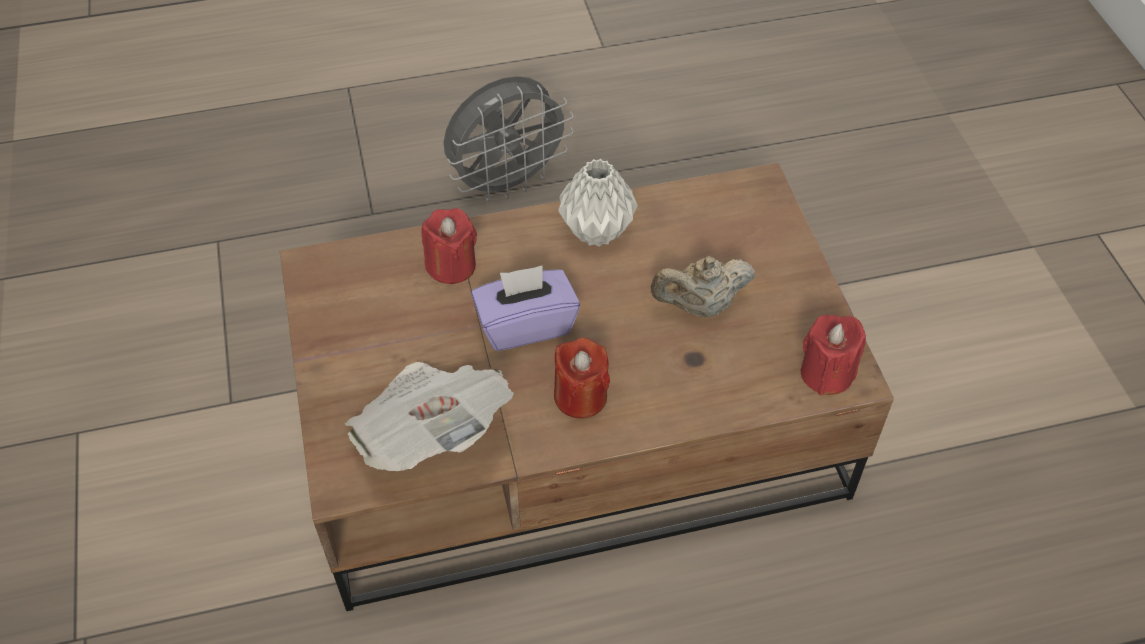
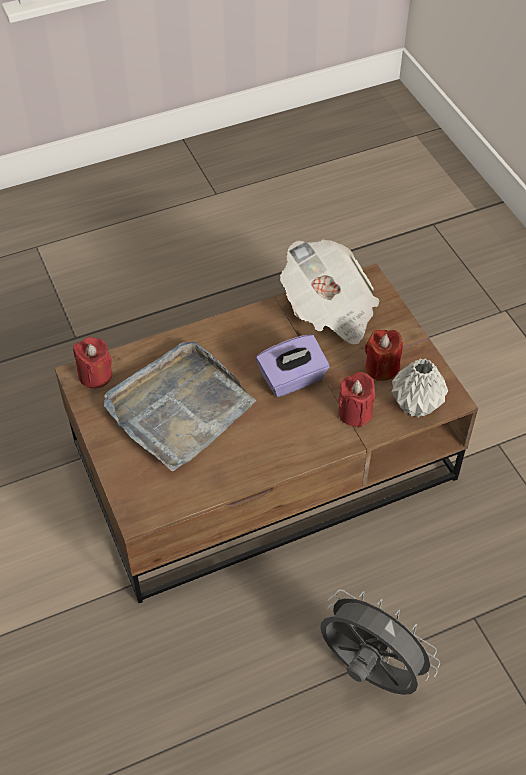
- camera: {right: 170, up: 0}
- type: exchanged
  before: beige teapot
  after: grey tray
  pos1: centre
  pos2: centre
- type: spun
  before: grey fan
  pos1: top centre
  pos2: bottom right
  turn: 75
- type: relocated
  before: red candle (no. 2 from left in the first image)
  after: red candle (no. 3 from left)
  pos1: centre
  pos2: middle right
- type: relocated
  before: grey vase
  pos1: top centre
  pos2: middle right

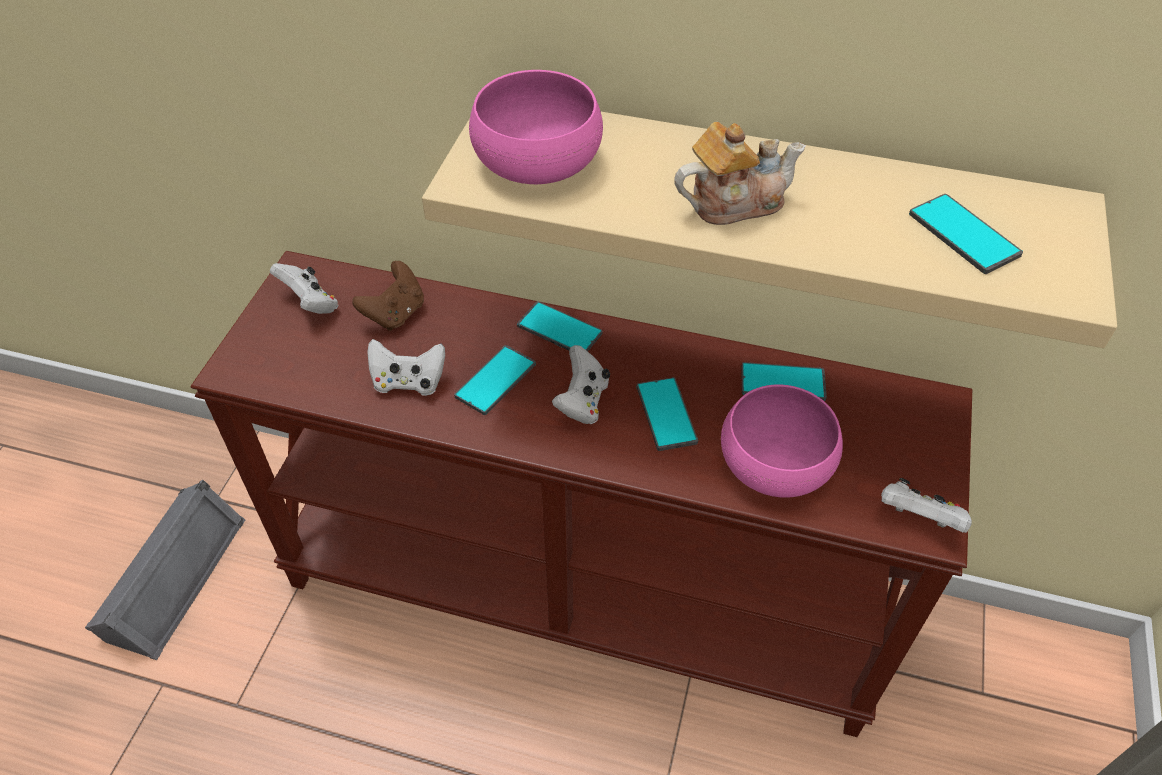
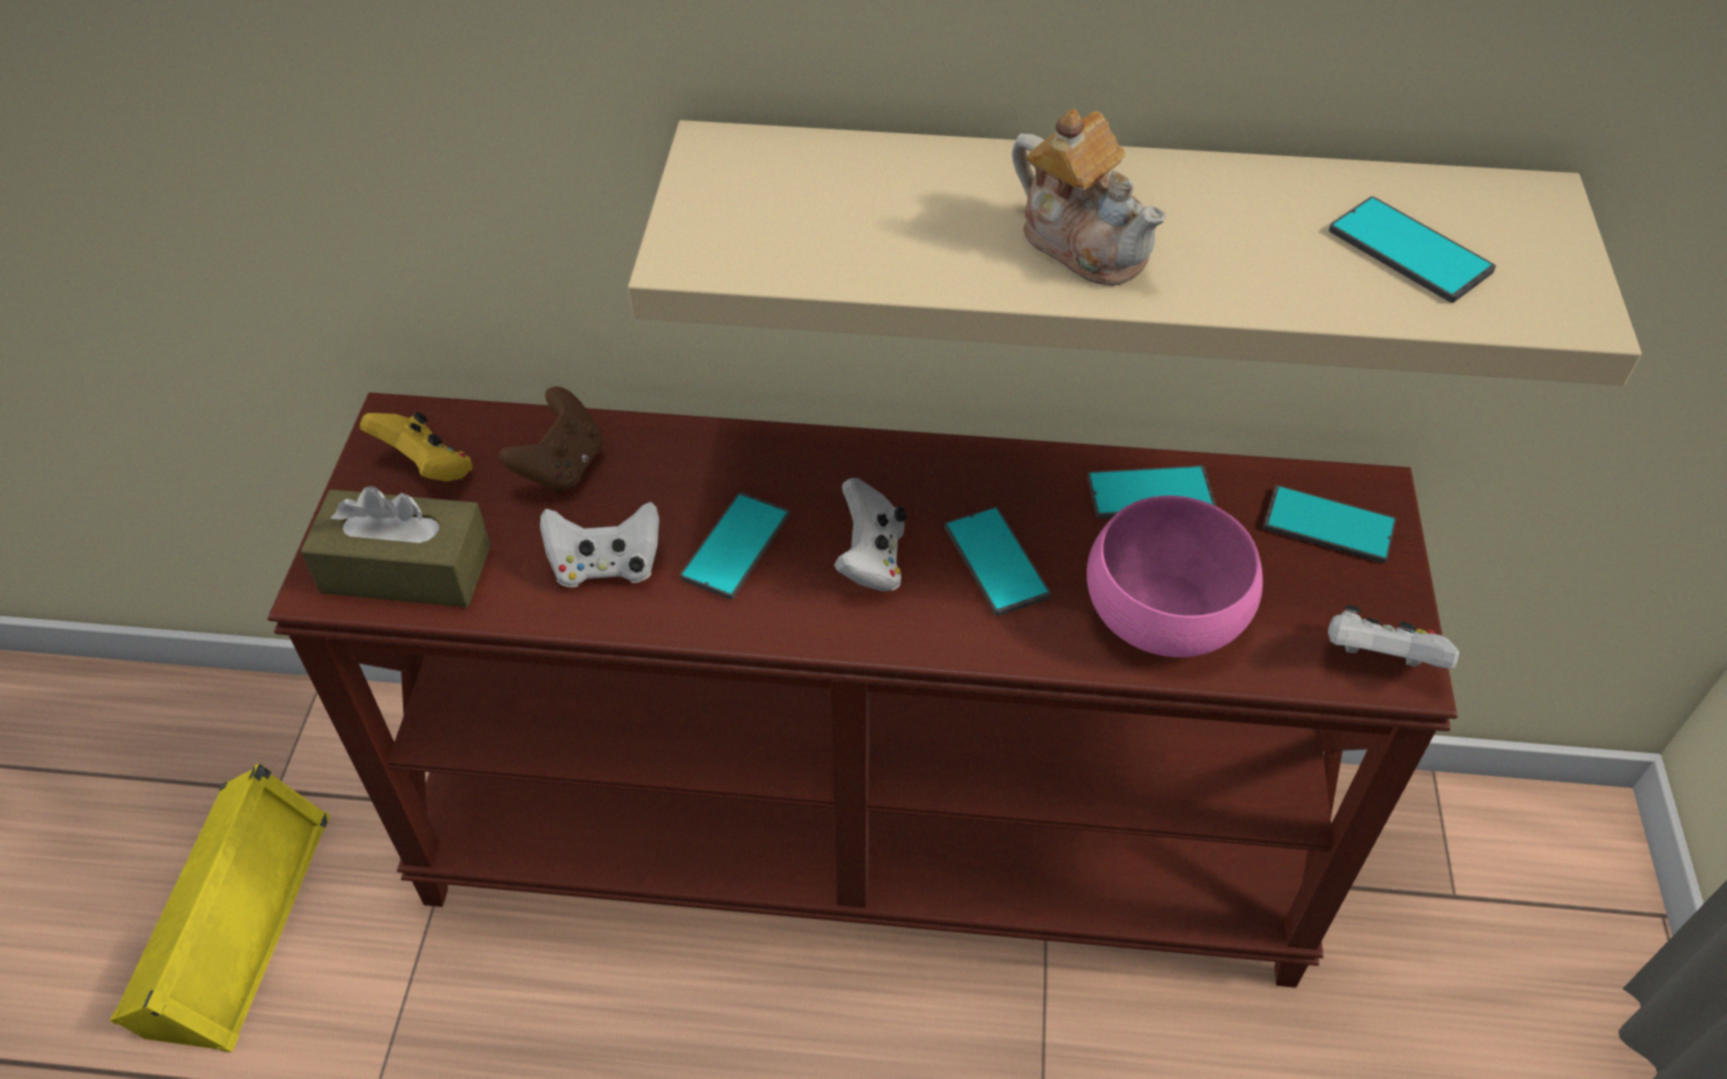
- camera: {right: -10, up: 0}
- type: colour
  before: grey speaker
  after: yellow speaker
  pos1: bottom left
  pos2: bottom left
- type: appeared
  after: brown tissue box
  pos2: middle left
- type: colour
  before: white game controller (no. 1 from left)
  after: yellow game controller
  pos1: middle left
  pos2: middle left
- type: spun
  before: teapot
  pos1: top centre
  pos2: top centre
  turn: 75
- type: relocated
  before: phone (no. 2 from left in the first image)
  after: phone (no. 4 from left)
  pos1: centre
  pos2: middle right
- type: missing
  before: pink bowl (no. 1 from left)
  pos1: top centre

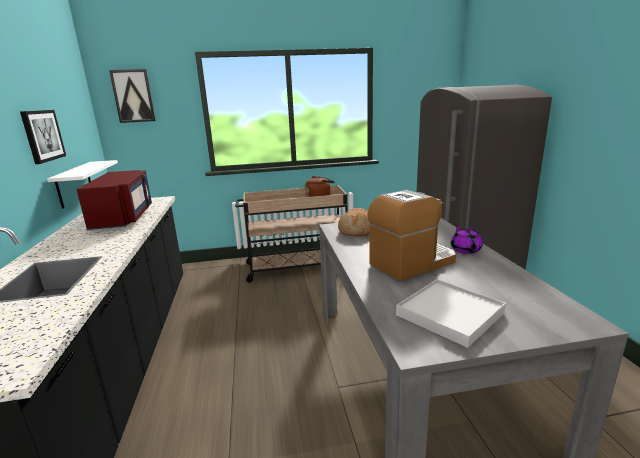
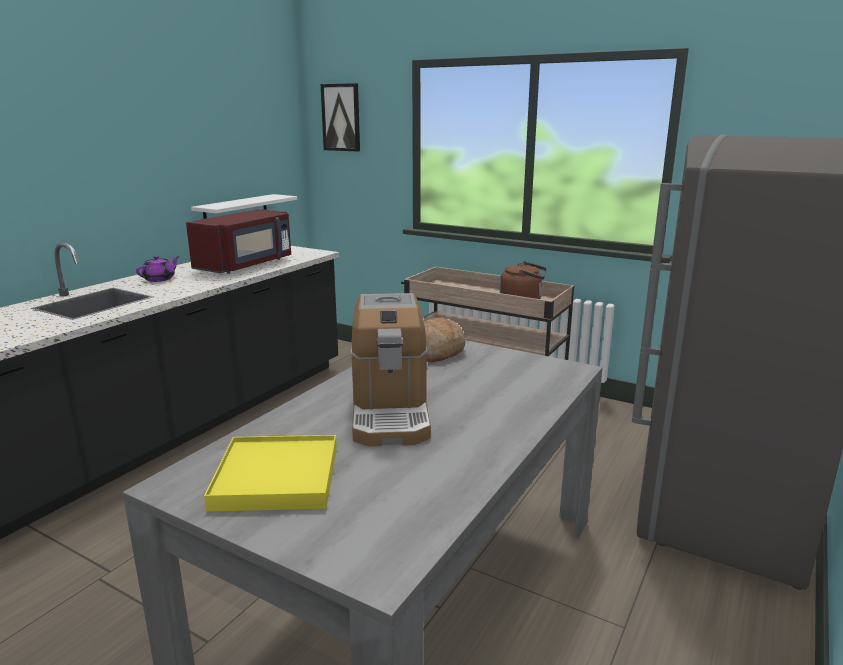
- camera: {right: 40, up: 0}
- type: relocated
  before: purple teapot
  pos1: middle right
  pos2: middle left
- type: colour
  before: white tray
  after: yellow tray
  pos1: bottom right
  pos2: bottom left
- type: spun
  before: coffee machine
  pos1: centre
  pos2: centre
  turn: 75
- type: missing
  before: picture (no. 1 from left)
  pos1: top left

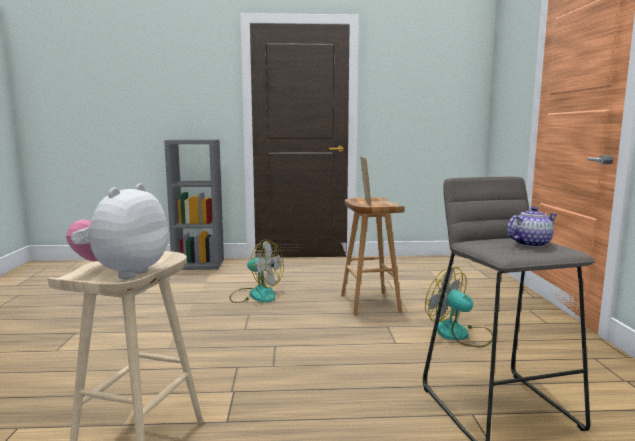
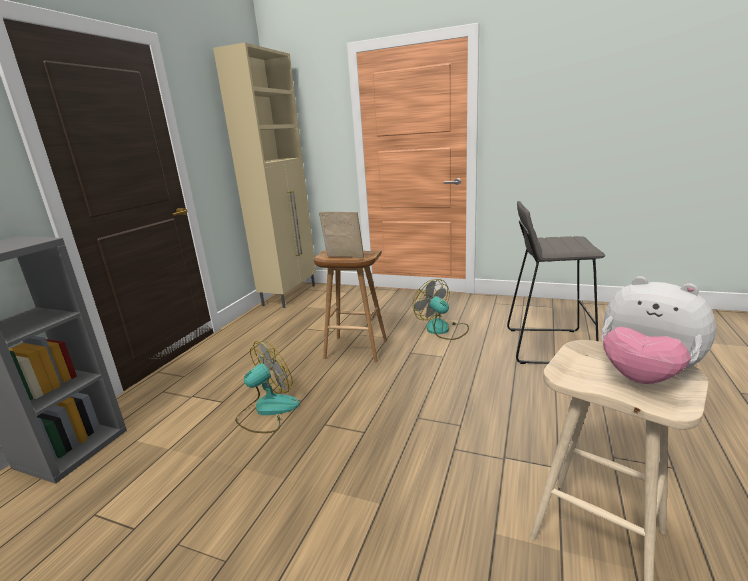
- camera: {right: -65, up: 10}
- type: appeared
  after: beige cabinet
  pos2: top centre
- type: spun
  before: fan (no. 2 from left)
  pos1: bottom right
  pos2: centre
  turn: 75
- type: missing
  before: teapot
  pos1: middle right

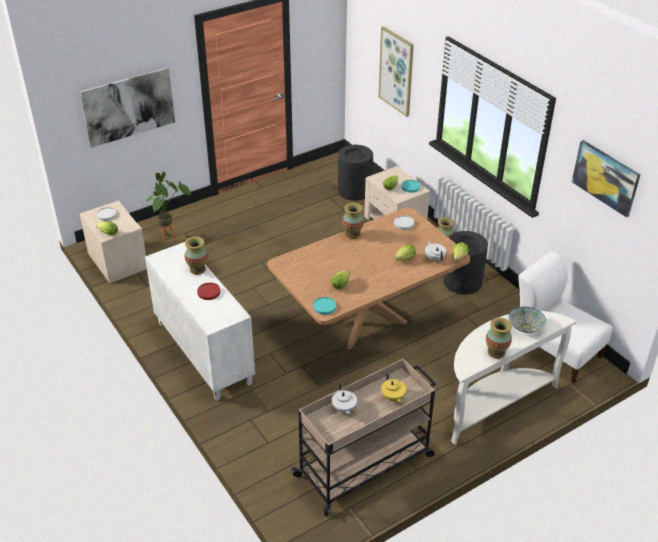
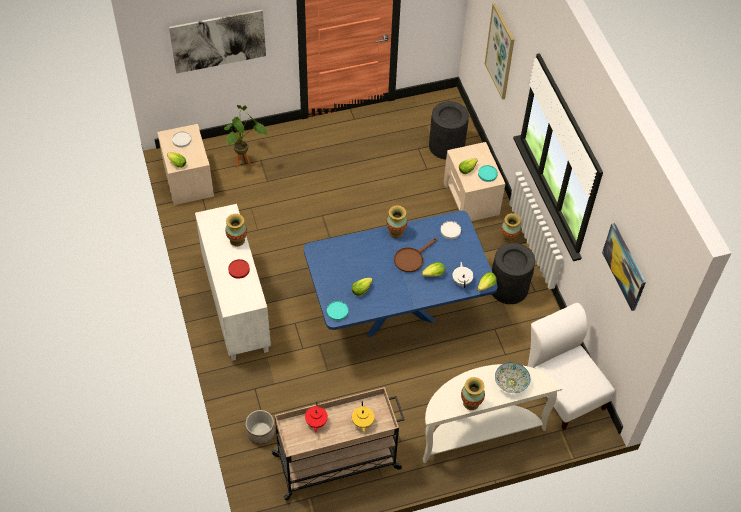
- camera: {right: 15, up: 15}
- type: appeared
  after: planter
  pos2: bottom centre
- type: colour
  before: brown dining table
  after: blue dining table
  pos1: centre
  pos2: centre
- type: colour
  before: white teapot (no. 1 from left)
  after: red teapot
  pos1: bottom centre
  pos2: bottom centre
- type: appeared
  after: brown frying pan
  pos2: centre

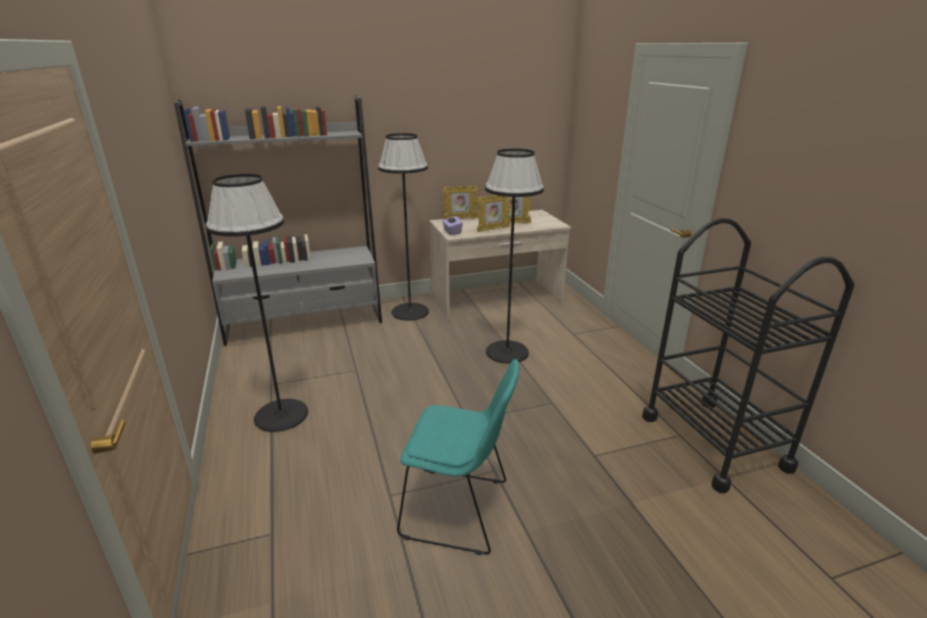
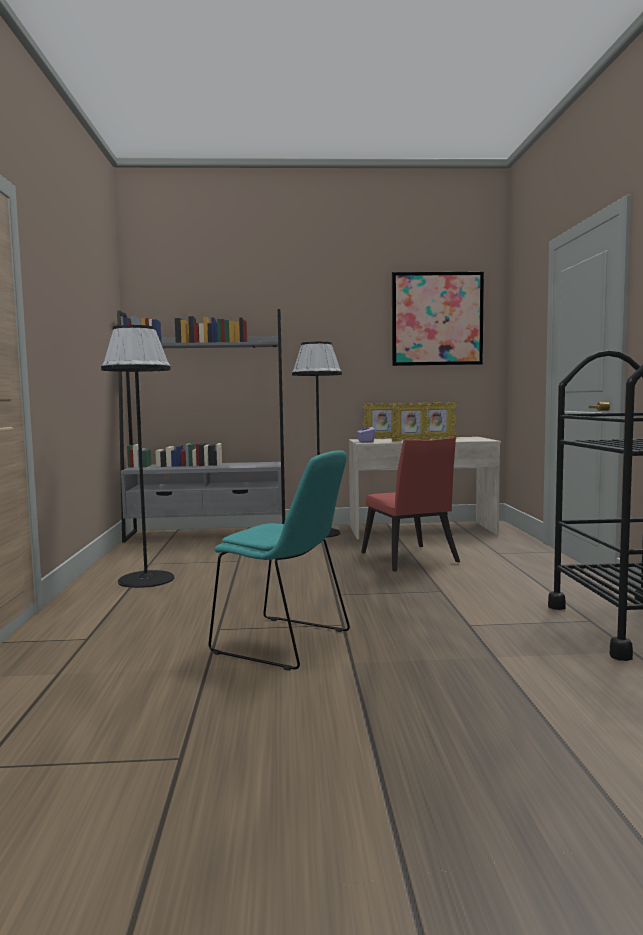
- camera: {right: 15, up: -20}
- type: exchanged
  before: black floor lamp (no. 3 from left)
  after: red chair
  pos1: centre
  pos2: centre
- type: appeared
  after: picture
  pos2: middle right

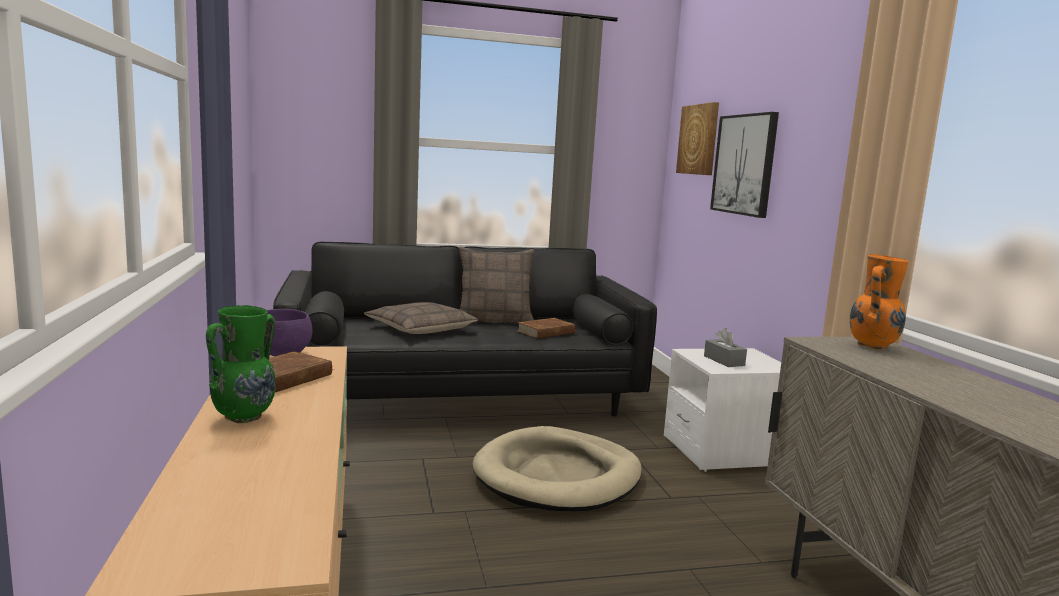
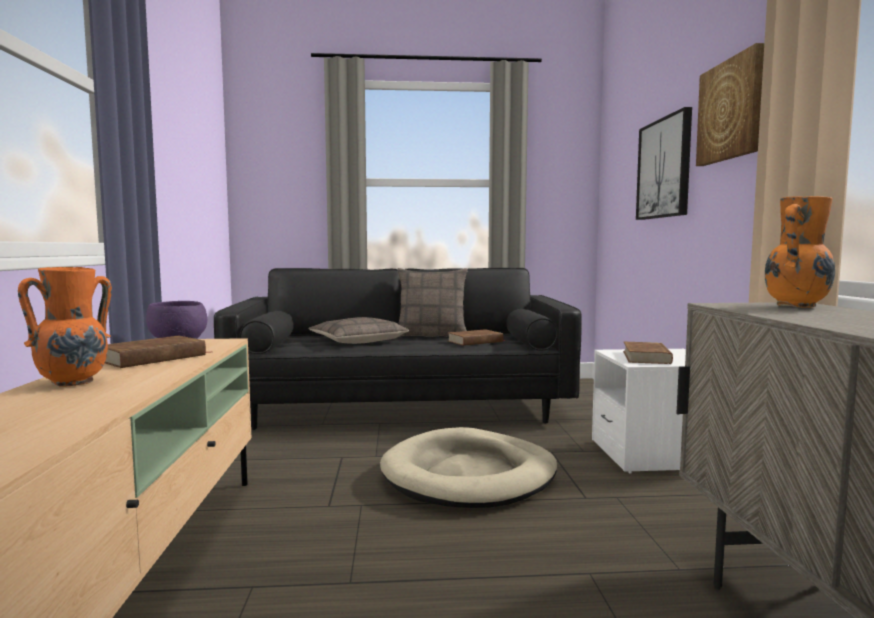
- camera: {right: 10, up: -5}
- type: colour
  before: green vase
  after: orange vase (no. 1 from left)
  pos1: middle left
  pos2: middle left
- type: exchanged
  before: grey tissue box
  after: brown book (no. 3 from left)
  pos1: middle right
  pos2: middle right
- type: relocated
  before: picture (no. 1 from left in the first image)
  after: picture (no. 2 from left)
  pos1: top centre
  pos2: top right

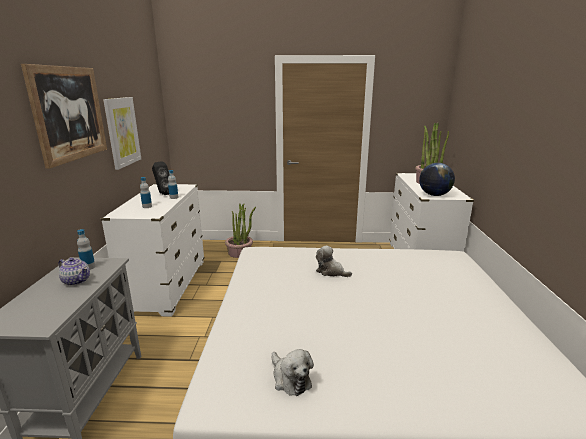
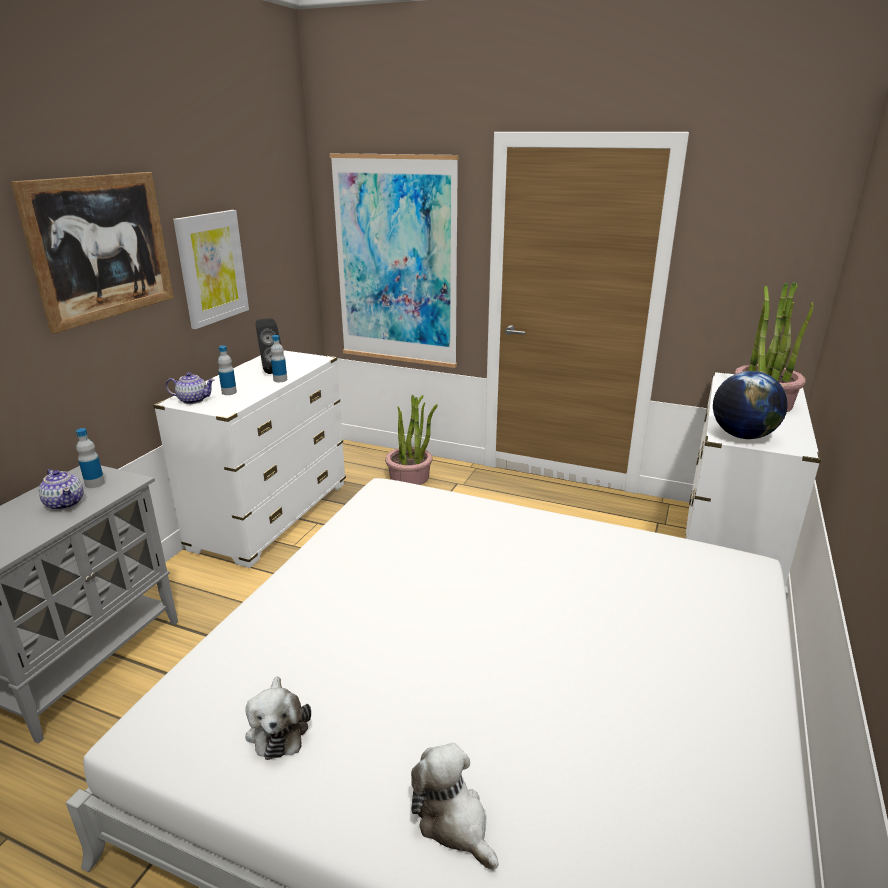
- camera: {right: 20, up: 5}
- type: appeared
  after: teapot (no. 2 from left)
  pos2: middle left
- type: appeared
  after: picture (no. 3 from left)
  pos2: top centre
- type: relocated
  before: plush toy (no. 2 from left)
  pos1: centre
  pos2: bottom centre

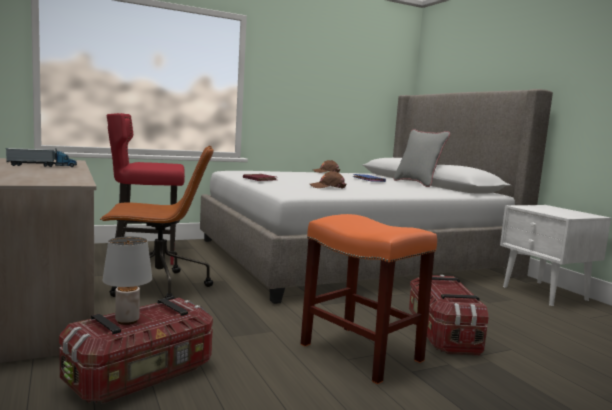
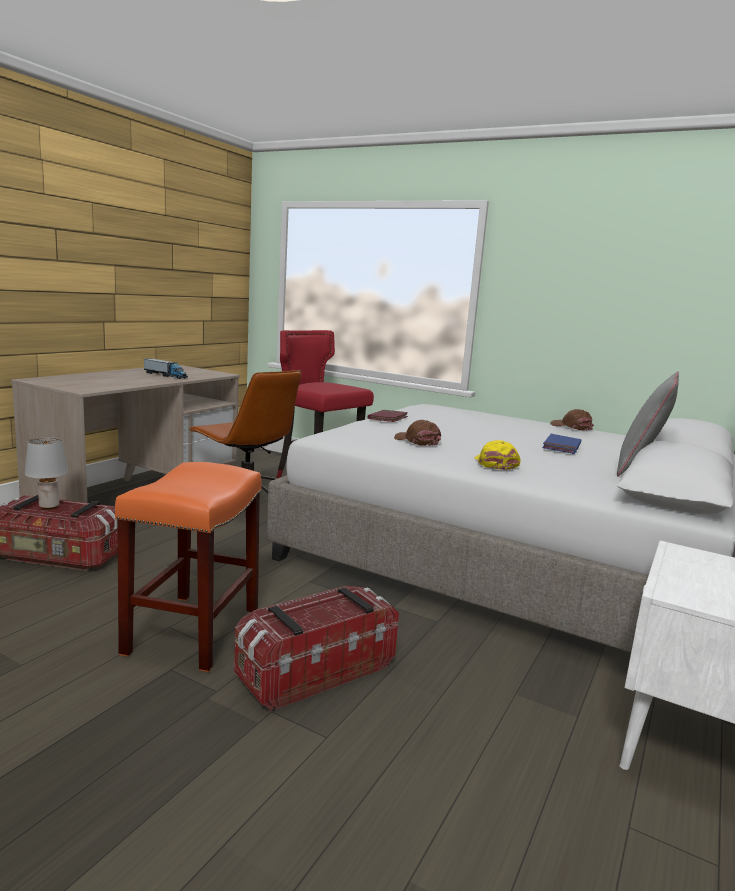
- camera: {right: 55, up: 5}
- type: appeared
  after: yellow cap
  pos2: middle right

